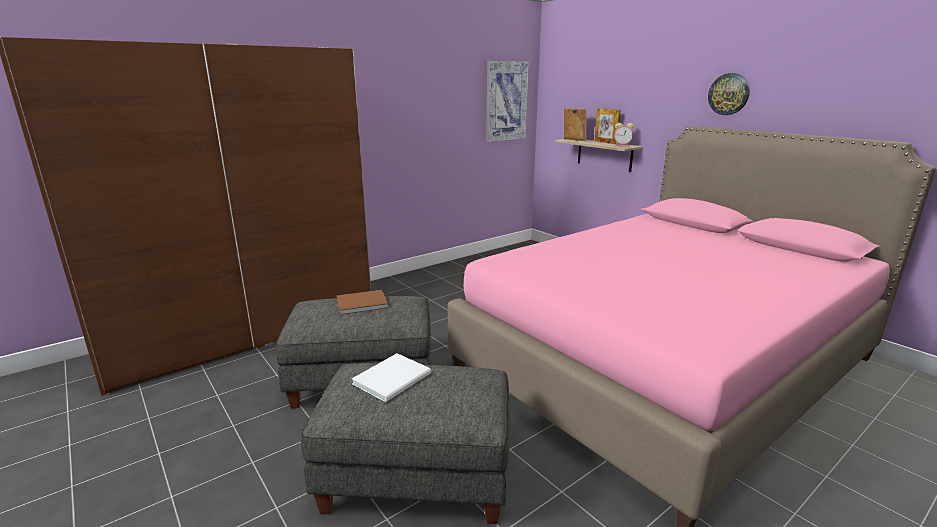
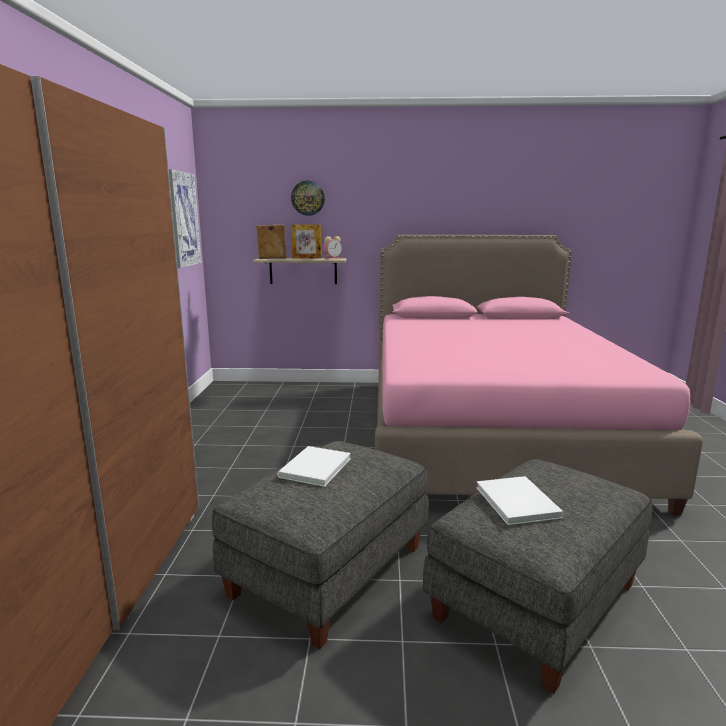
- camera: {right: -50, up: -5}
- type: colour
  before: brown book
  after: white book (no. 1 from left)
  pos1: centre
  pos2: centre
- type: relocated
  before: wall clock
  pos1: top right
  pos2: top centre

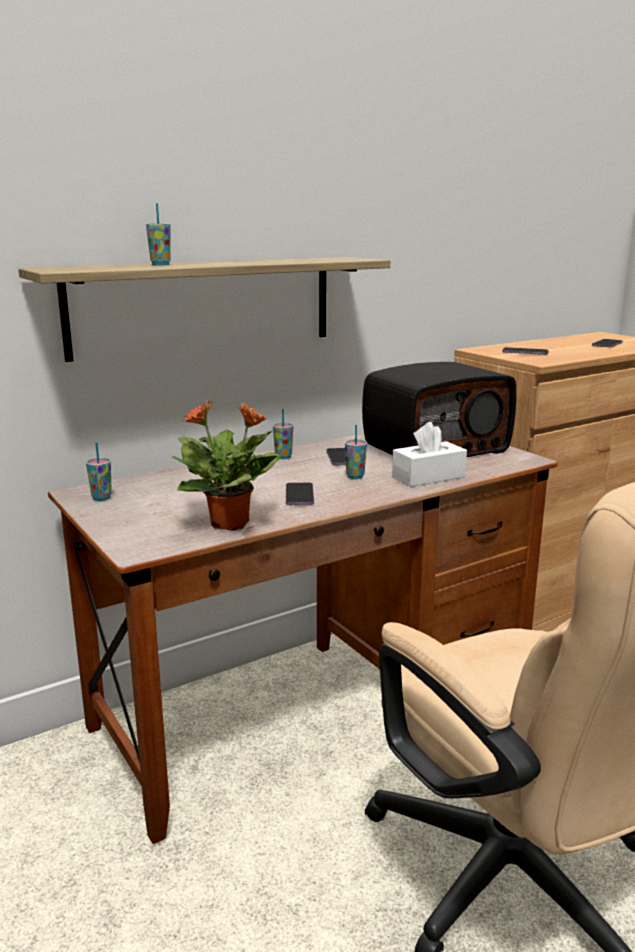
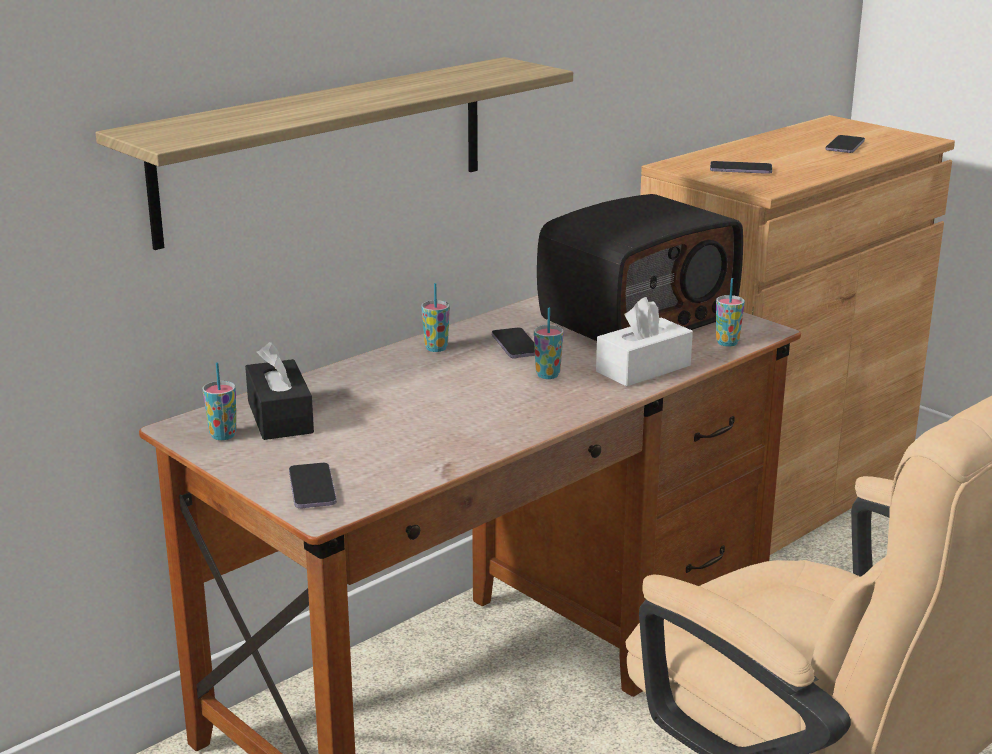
- camera: {right: -10, up: 5}
- type: appeared
  after: black tissue box
  pos2: middle left
- type: relocated
  before: phone (no. 1 from left)
  pos1: centre
  pos2: middle left
- type: relocated
  before: cup (no. 2 from left in the first image)
  after: cup (no. 4 from left)
  pos1: top left
  pos2: middle right
- type: missing
  before: potted plant
  pos1: centre

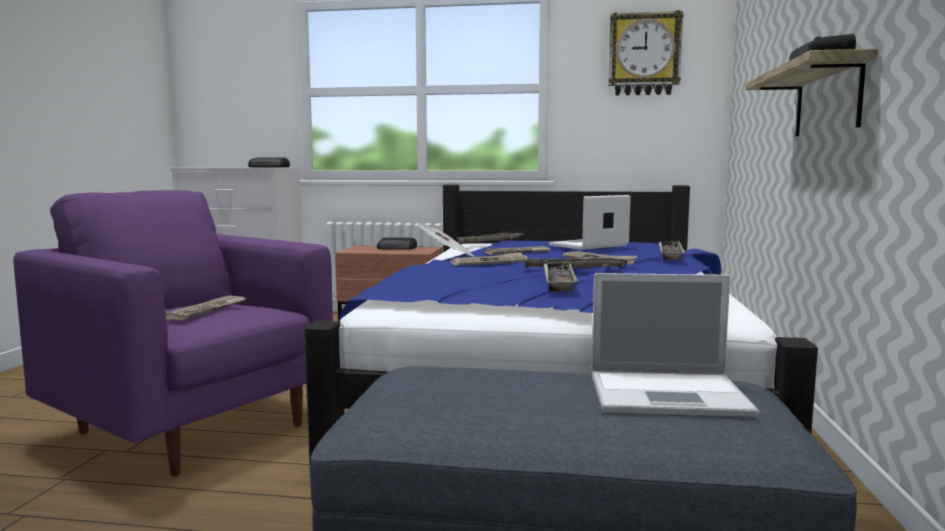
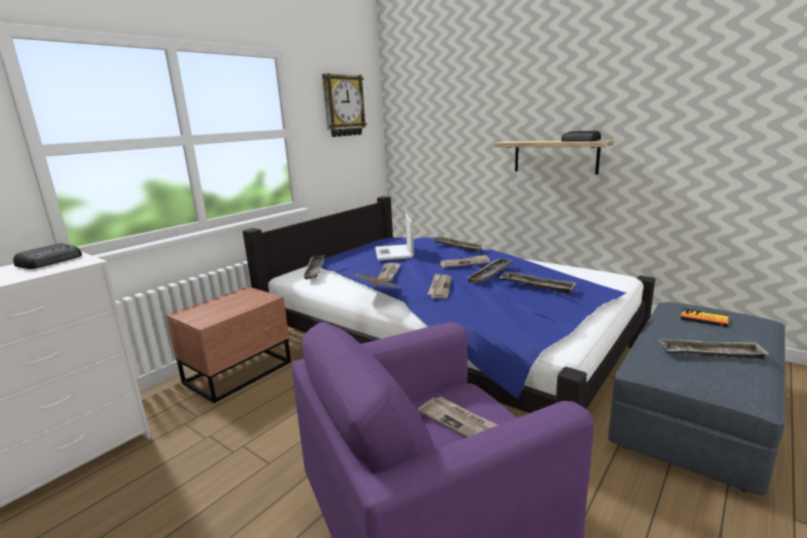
- camera: {right: -60, up: 10}
- type: appeared
  after: tray (no. 5 from left)
  pos2: middle right
- type: exchanged
  before: laptop (no. 2 from left)
  after: book
  pos1: middle right
  pos2: middle right
- type: missing
  before: radio (no. 2 from left)
  pos1: centre

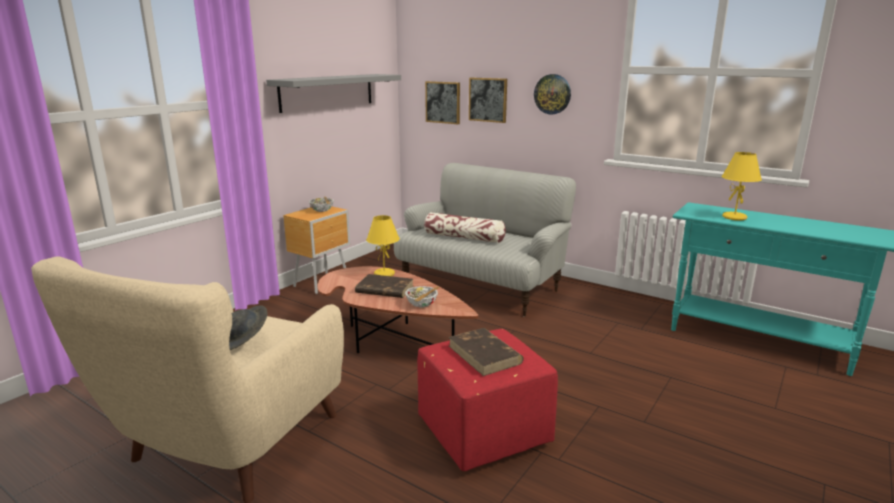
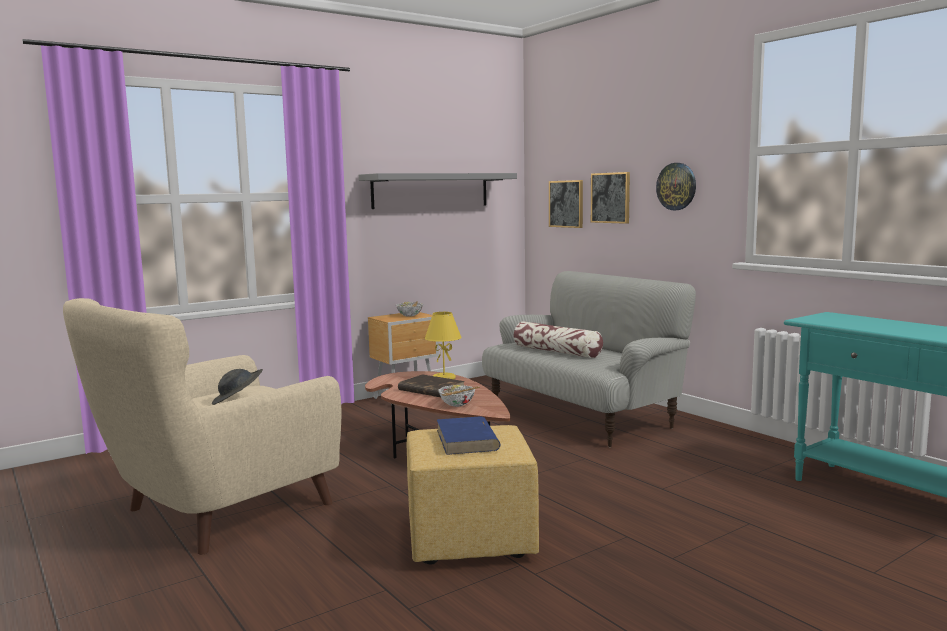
- camera: {right: 20, up: -10}
- type: colour
  before: red ottoman
  after: yellow ottoman
  pos1: bottom centre
  pos2: bottom centre
- type: colour
  before: brown book (no. 2 from left)
  after: blue book
  pos1: bottom centre
  pos2: bottom centre
- type: missing
  before: yellow table lamp (no. 2 from left)
  pos1: middle right

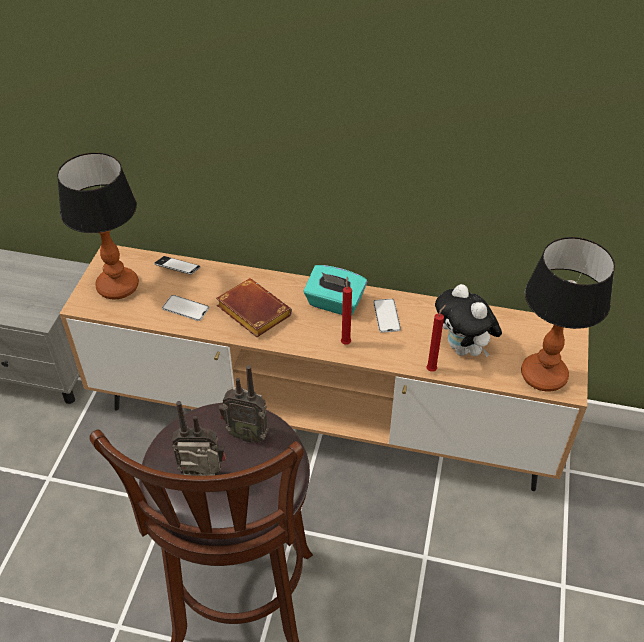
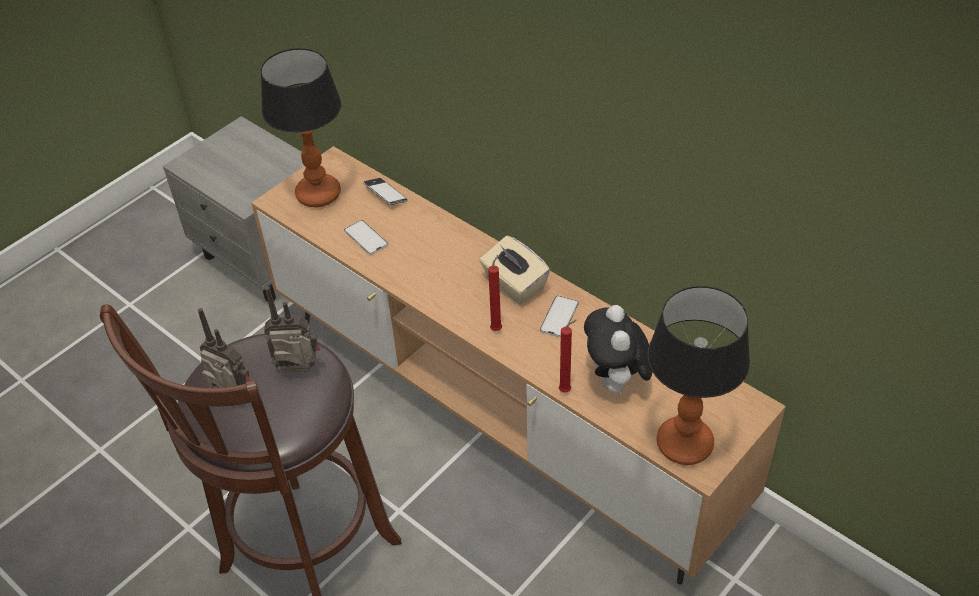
- camera: {right: 30, up: 0}
- type: spun
  before: radio (no. 2 from left)
  pos1: centre
  pos2: middle left
  turn: 135
- type: colour
  before: turquoise tissue box
  after: beige tissue box
  pos1: centre
  pos2: centre
- type: missing
  before: brown book
  pos1: centre

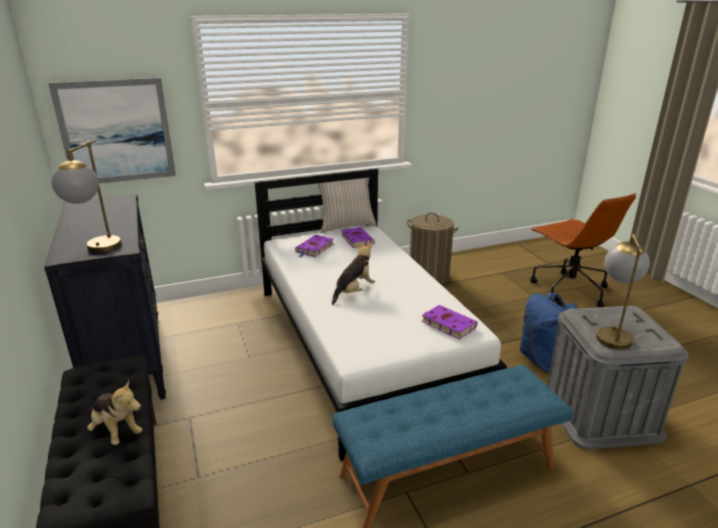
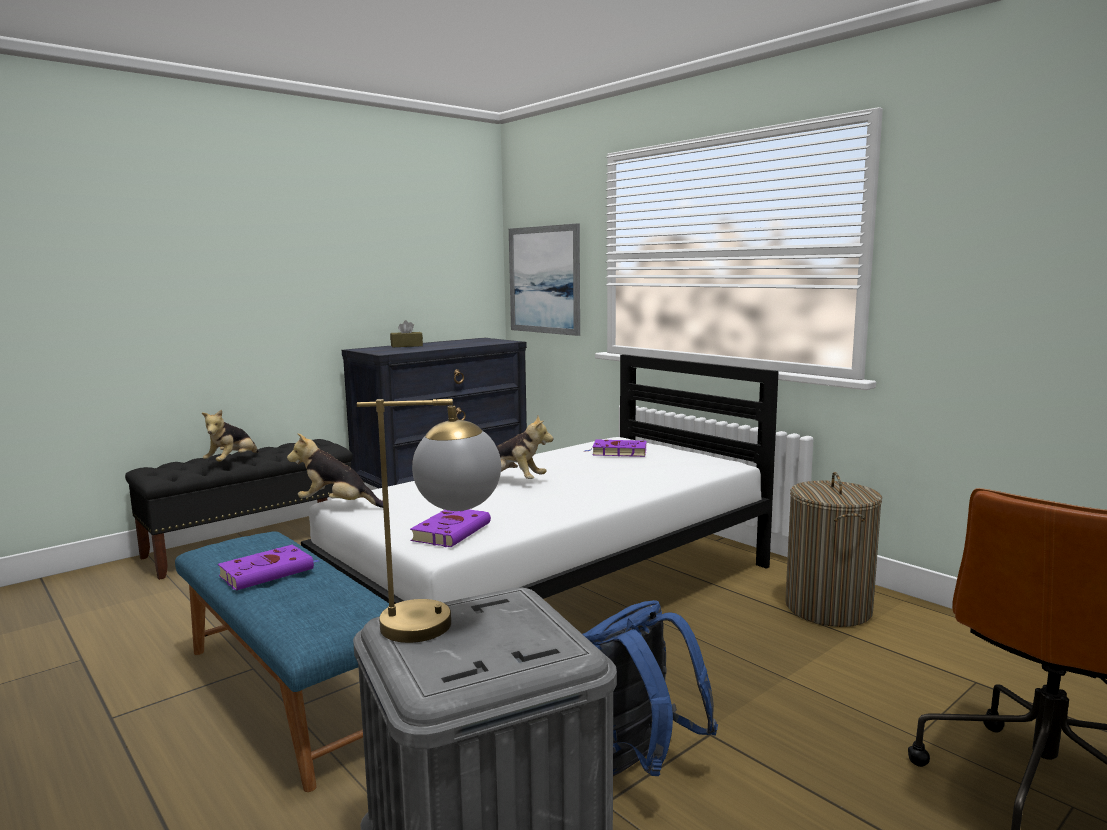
- camera: {right: 70, up: -15}
- type: relocated
  before: purple book (no. 2 from left in the first image)
  after: purple book (no. 1 from left)
  pos1: centre
  pos2: bottom left
- type: appeared
  after: plush toy (no. 2 from left)
  pos2: middle left
- type: appeared
  after: brown tissue box
  pos2: centre
- type: missing
  before: table lamp (no. 1 from left)
  pos1: middle left
- type: missing
  before: beige pillow
  pos1: centre

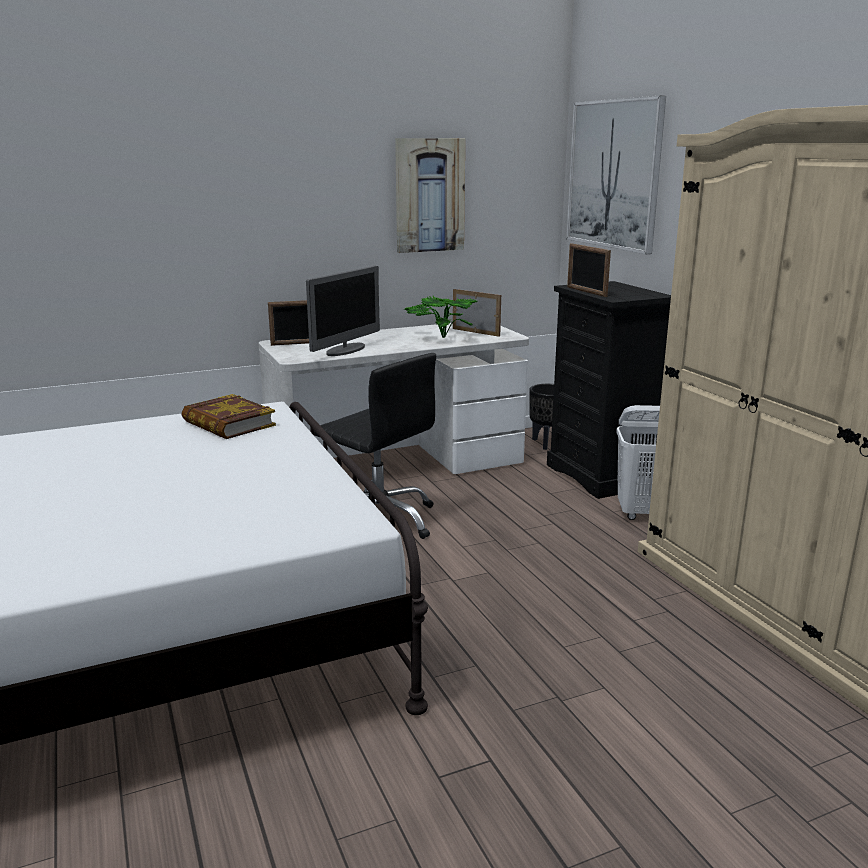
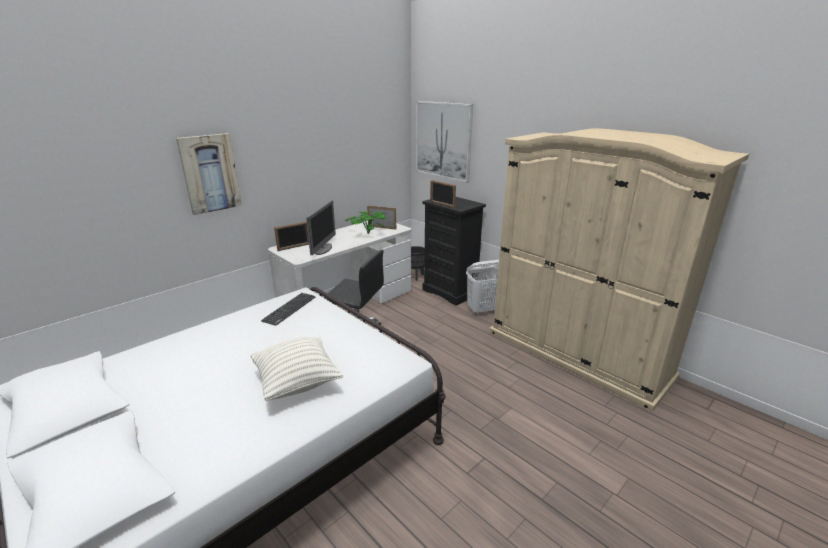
- camera: {right: -20, up: 5}
- type: relocated
  before: picture (no. 1 from left)
  pos1: top centre
  pos2: top left
- type: appeared
  after: pillow
  pos2: bottom centre
- type: exchanged
  before: book
  after: keyboard
  pos1: middle left
  pos2: centre

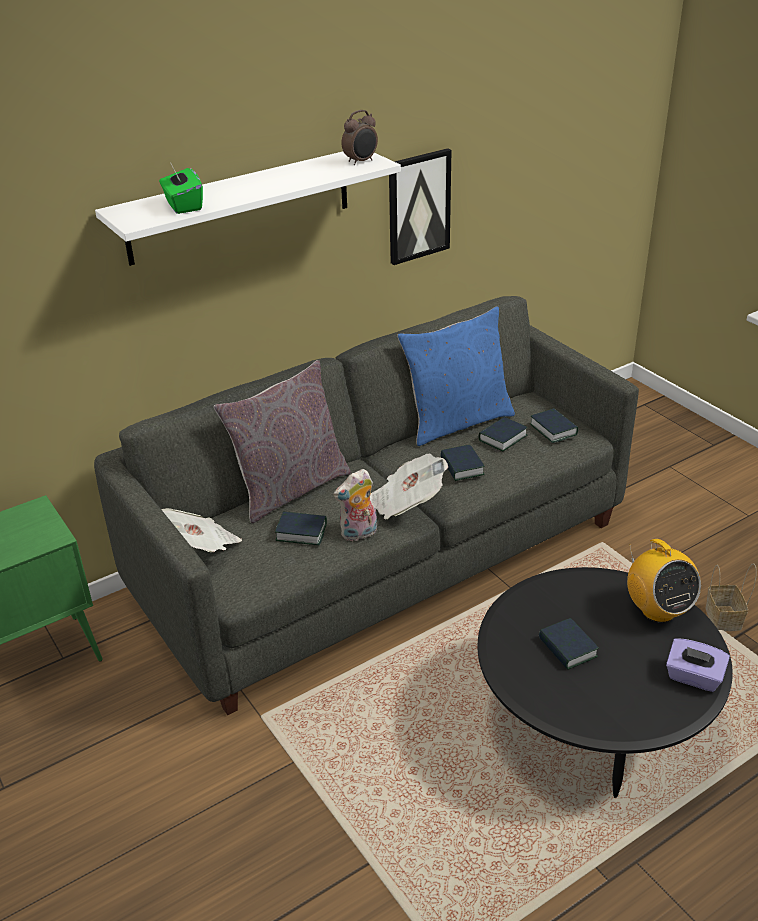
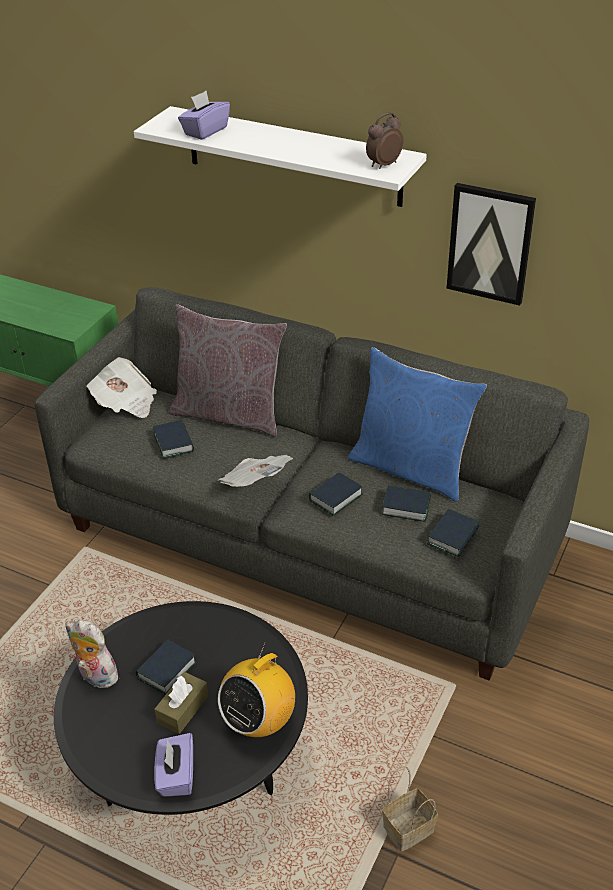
- camera: {right: 60, up: 5}
- type: relocated
  before: plush toy
  pos1: centre
  pos2: bottom left
- type: appeared
  after: brown tissue box
  pos2: bottom left
- type: colour
  before: green tissue box
  after: purple tissue box (no. 2 from left)
  pos1: top left
  pos2: top left
- type: spun
  before: alarm clock
  pos1: top centre
  pos2: top centre
  turn: 120

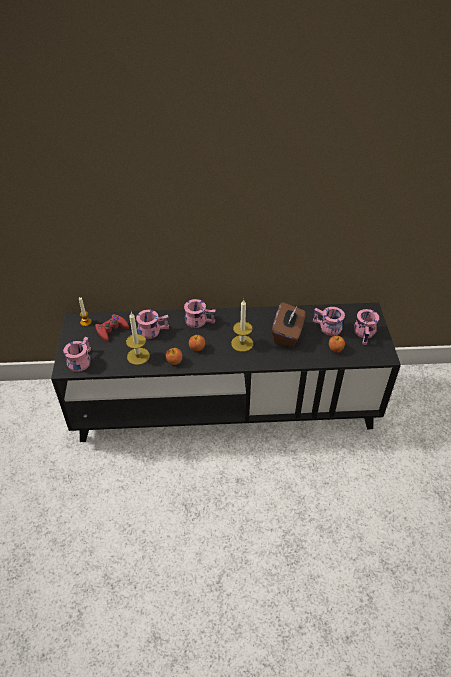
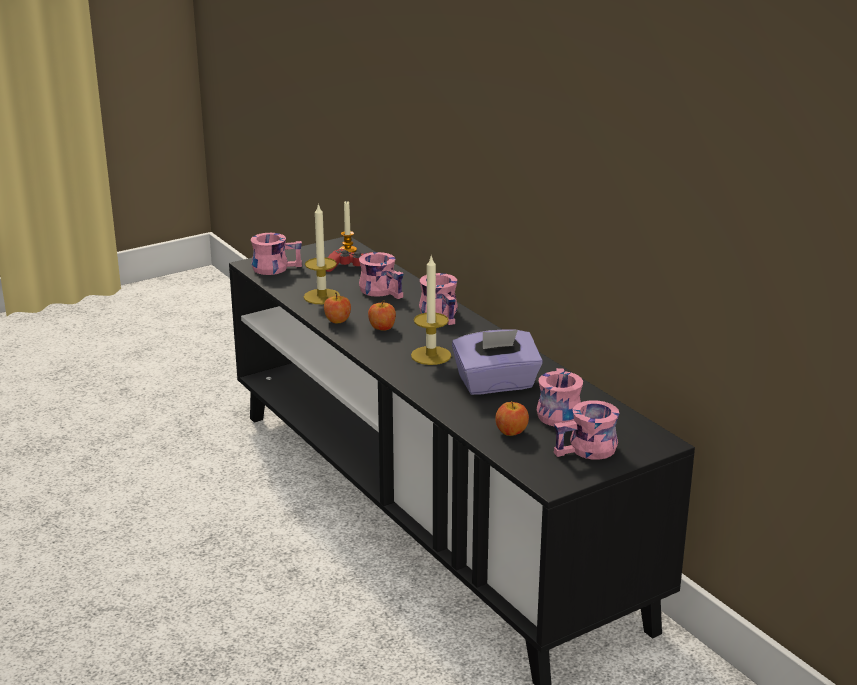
- camera: {right: 60, up: -20}
- type: colour
  before: brown tissue box
  after: purple tissue box
  pos1: centre
  pos2: centre

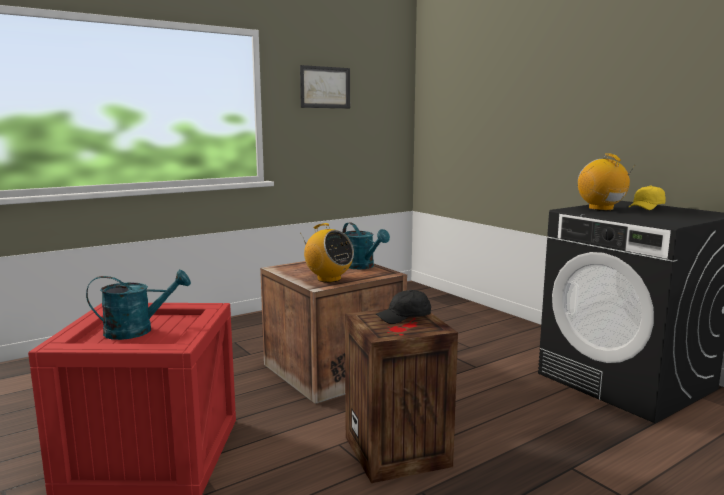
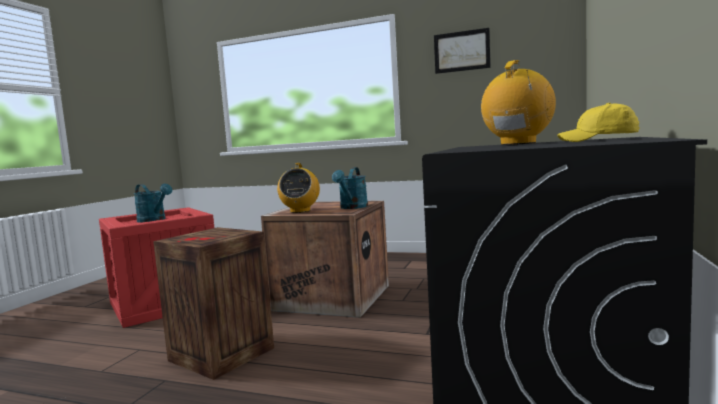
- camera: {right: 55, up: -5}
- type: missing
  before: black cap
  pos1: centre

